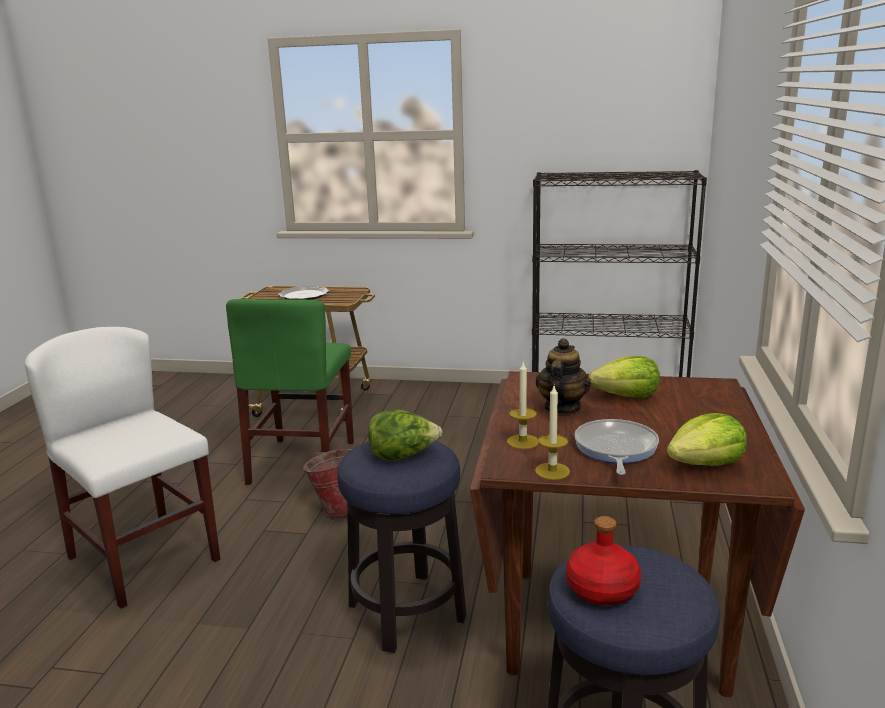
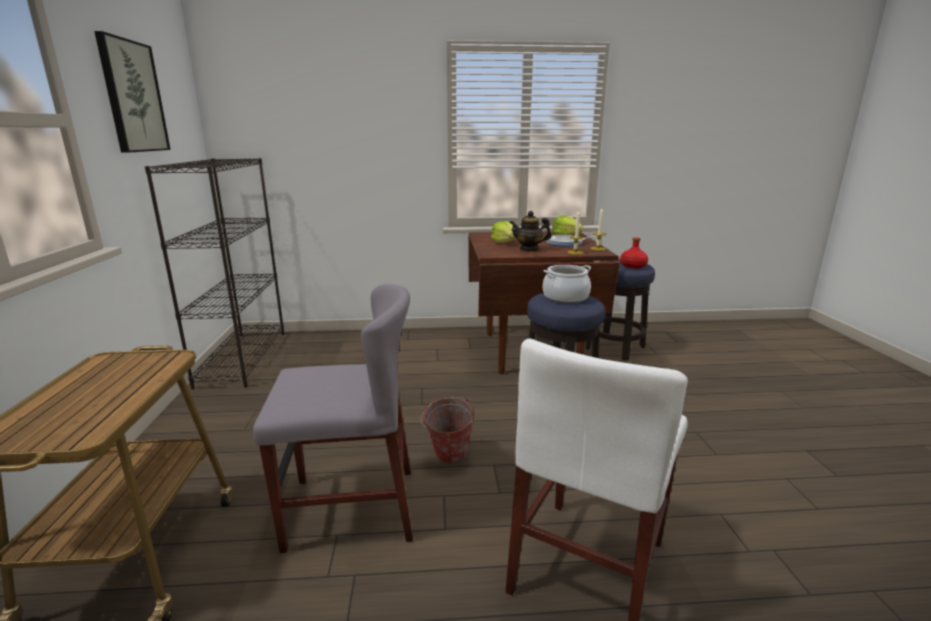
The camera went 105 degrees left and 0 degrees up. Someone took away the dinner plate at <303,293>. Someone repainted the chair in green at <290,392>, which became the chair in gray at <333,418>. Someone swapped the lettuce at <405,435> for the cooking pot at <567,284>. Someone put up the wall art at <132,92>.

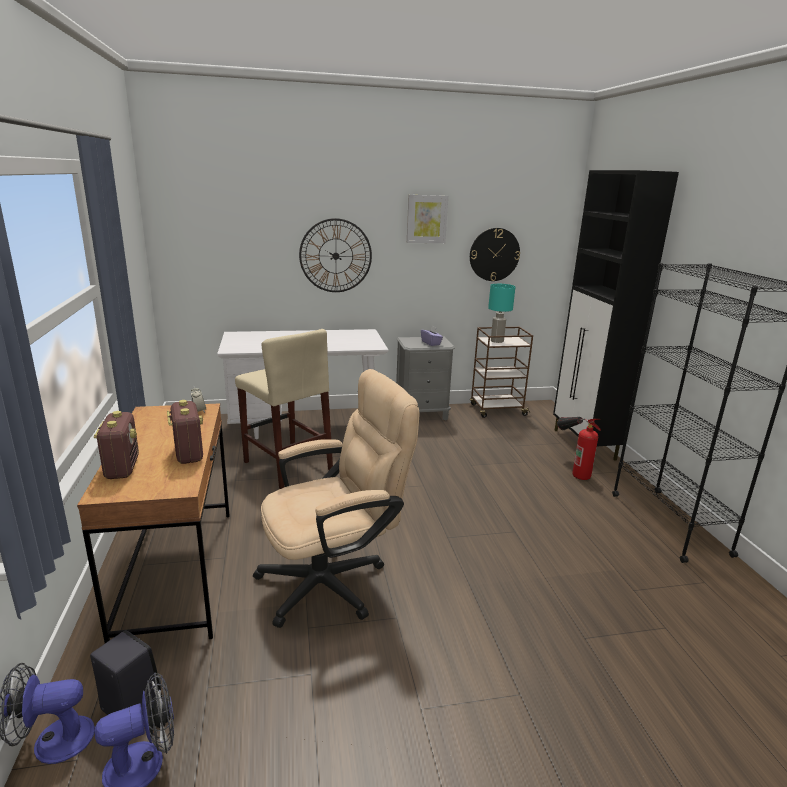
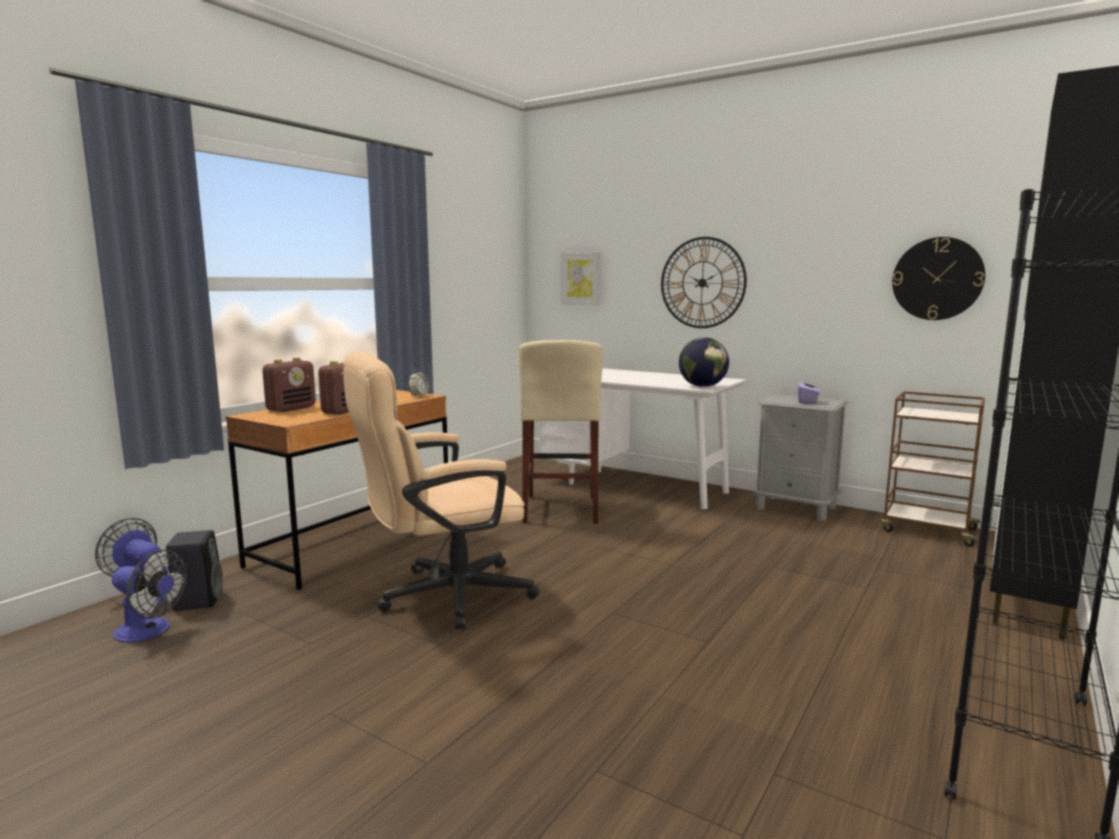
The camera went 45 degrees right and 10 degrees down. Someone carried the wall art from <427,219> to <581,278>. Someone took away the table lamp in turquoise-coloured at <501,313>. Someone rotated the office chair in sand-coloured at <336,498> by 135 degrees clockwise. Someone took away the fire extinguisher at <579,448>. Someone put down the globe at <704,362>.

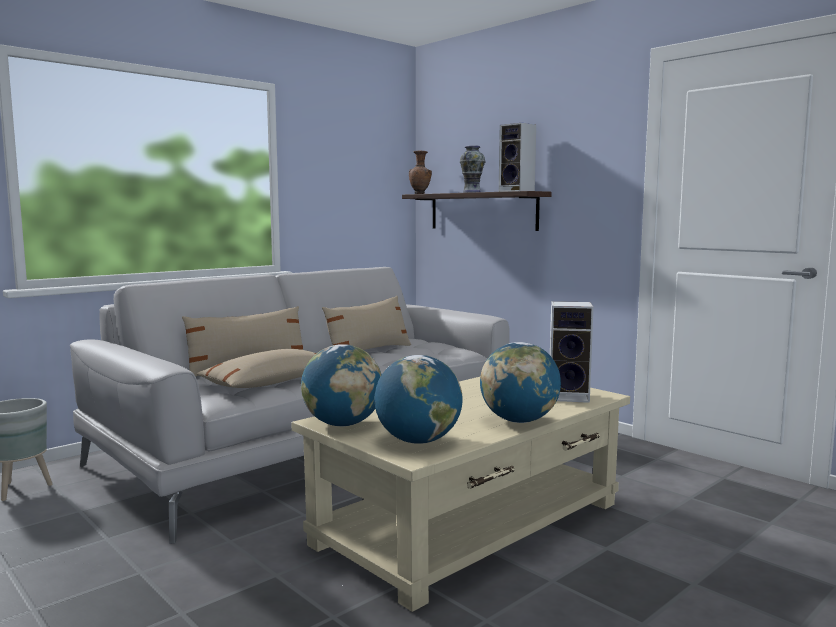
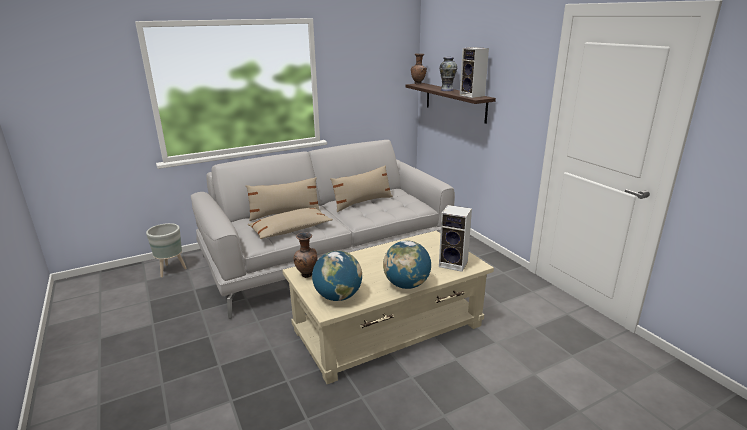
The camera went 15 degrees right and 15 degrees up. Someone swapped the globe at <341,385> for the decorative vase in brown at <306,255>.

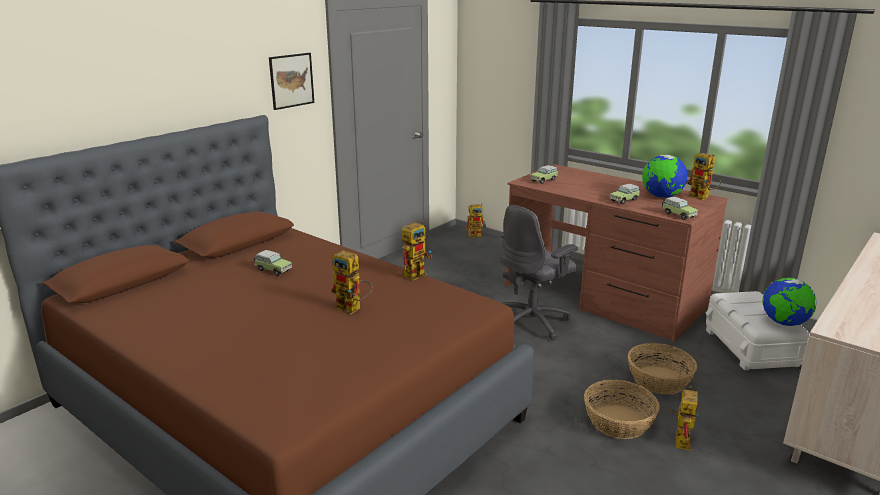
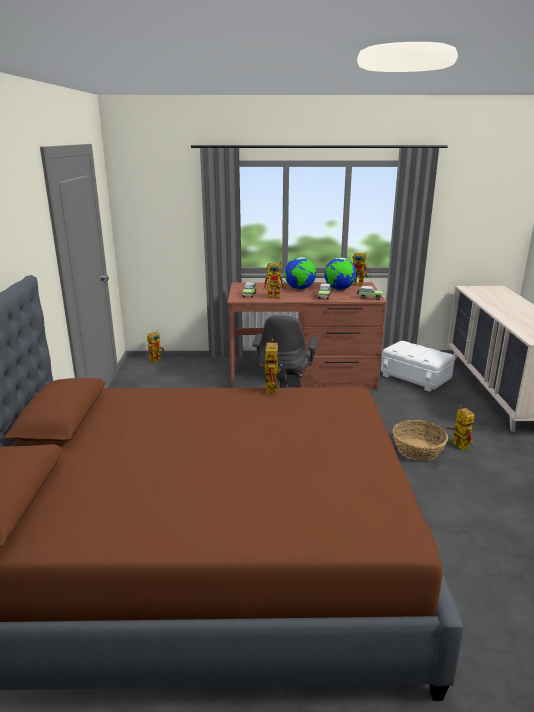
The camera went 40 degrees left and 0 degrees up. Someone took away the wall art at <291,81>. Someone took away the model car at <273,263>. Someone carried the model robot from <352,282> to <274,280>. Someone carried the globe from <789,302> to <300,273>. Someone took away the household basket at <662,368>.

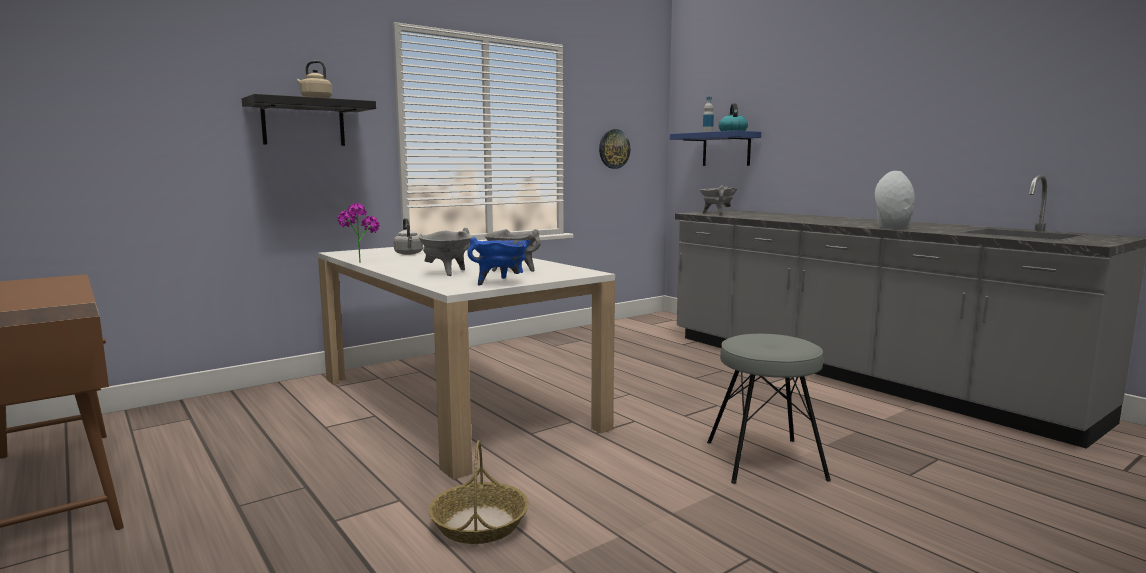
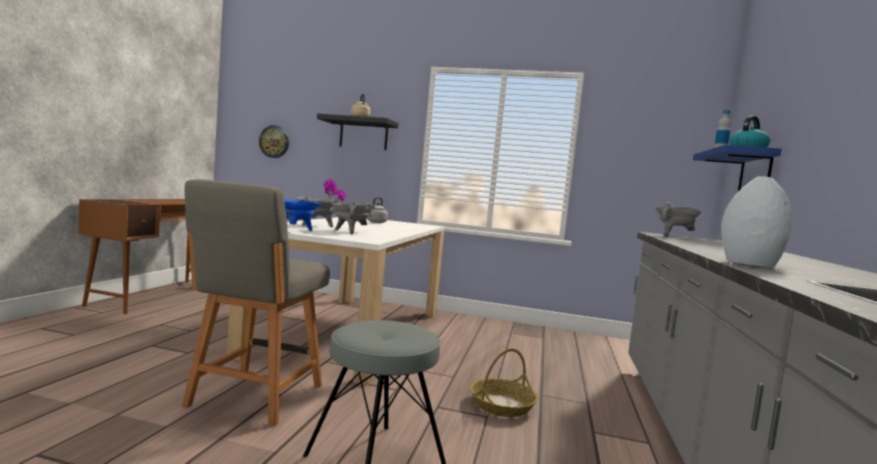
The camera went 50 degrees right and 5 degrees down. Someone carried the wall clock from <614,149> to <274,141>. Someone carried the household basket from <478,492> to <504,382>. Someone put down the chair in gray at <256,302>.

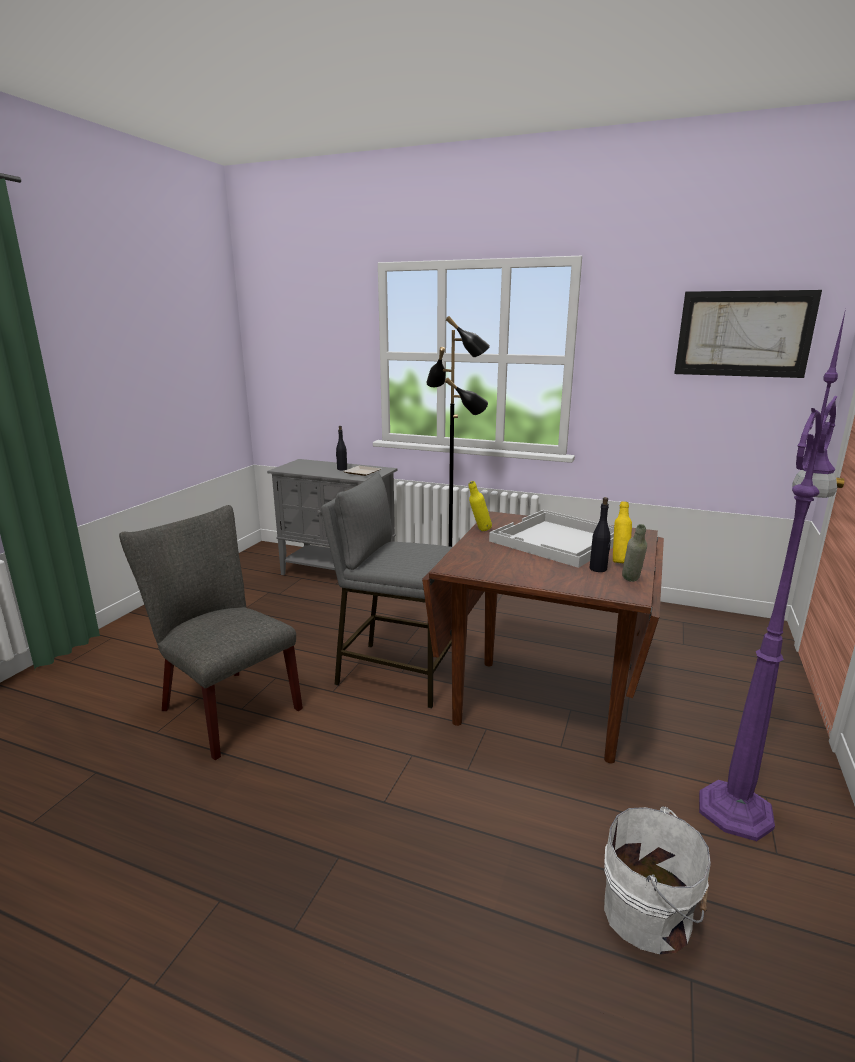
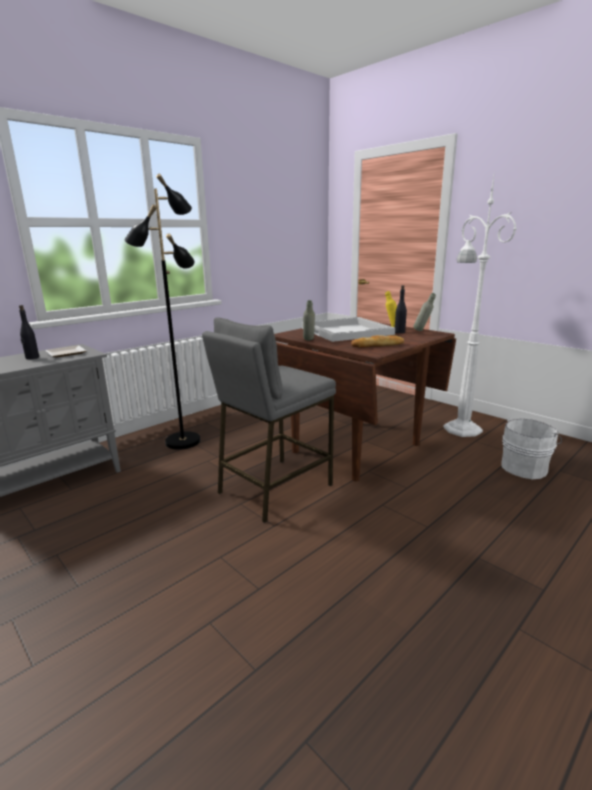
The camera went 65 degrees left and 0 degrees up. Someone took away the wall art at <748,334>. Someone repainted the standing lamp in purplish at <772,575>, which became the standing lamp in white at <480,304>. Someone repainted the beverage bottle in yellowish at <480,506>, which became the beverage bottle in gray at <309,320>. Someone took away the chair in gray at <211,632>. Someone put down the bread at <378,341>.

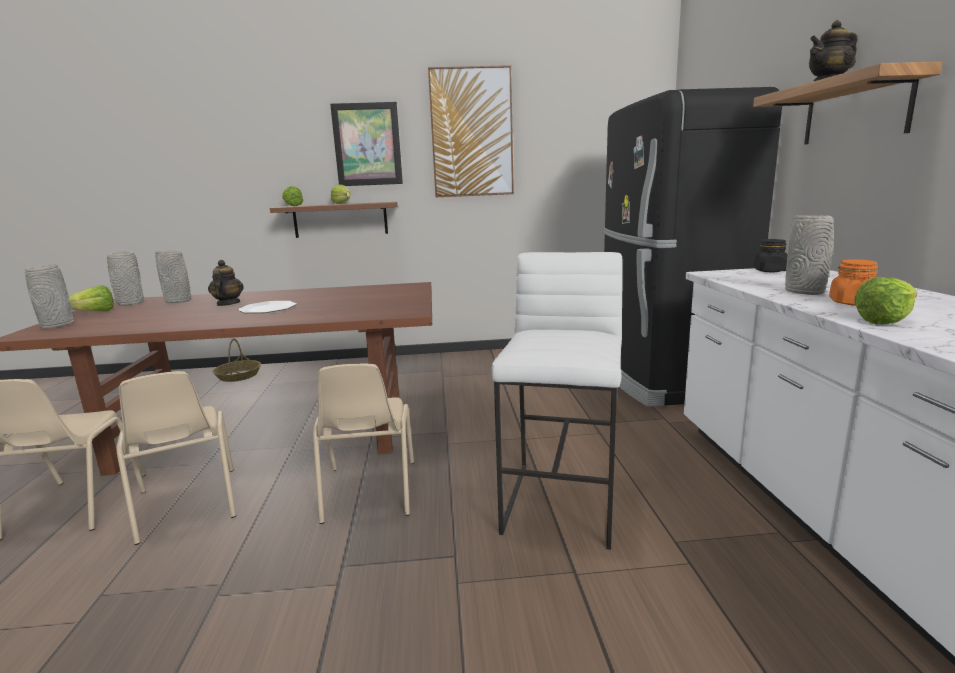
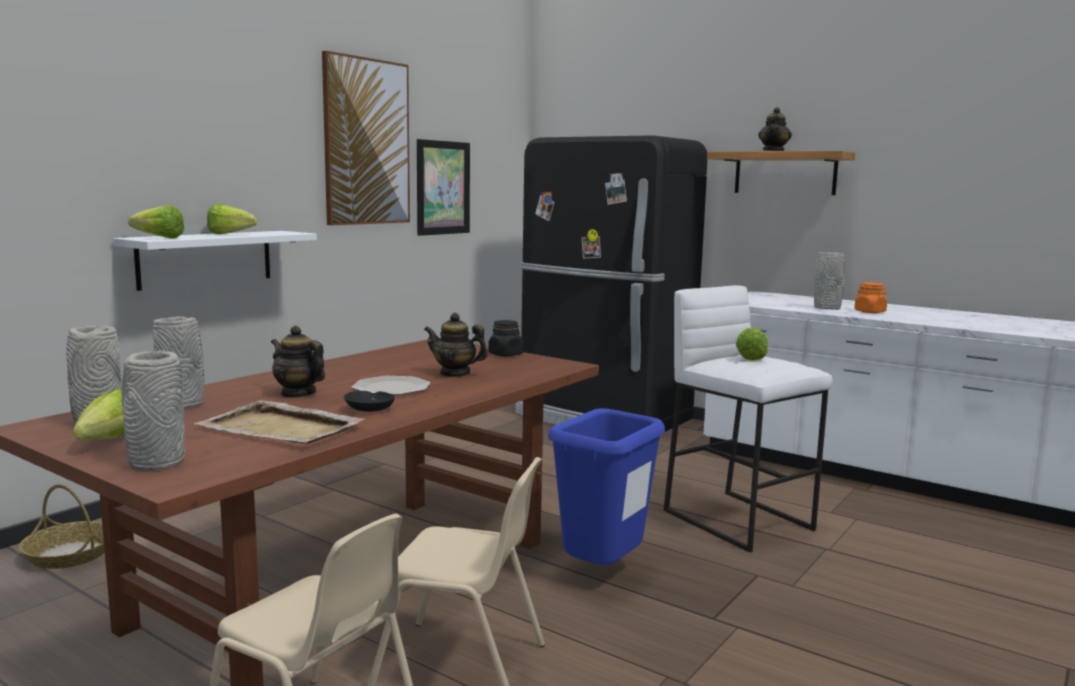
The camera went 50 degrees left and 5 degrees down. Someone carried the wall art from <366,144> to <443,187>. Someone repainted the shelf in brown at <333,220>, which became the shelf in white at <215,261>. Someone carried the preserve jar in blackish from <771,255> to <505,338>. Someone carried the lettuce from <885,301> to <752,344>. Someone swapped the chair in sand-coloured at <363,443> for the trash can in blue at <606,486>. Someone put down the tea pot at <456,345>. Someone put down the deep dish in blackish at <369,401>. Someone put down the tray in sand-coloured at <279,422>.

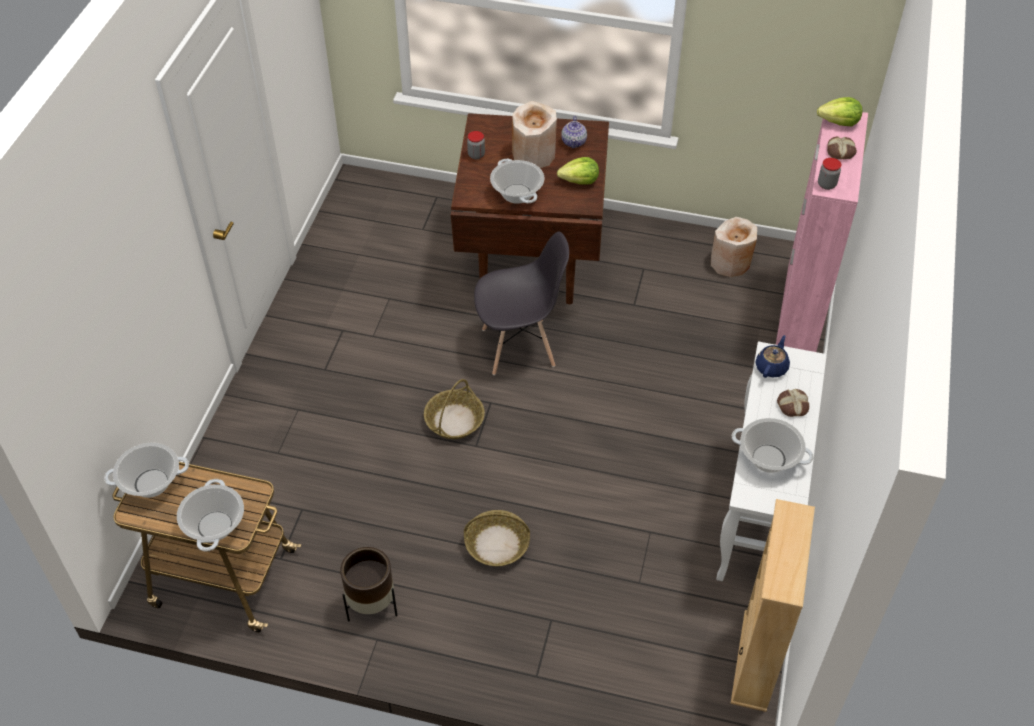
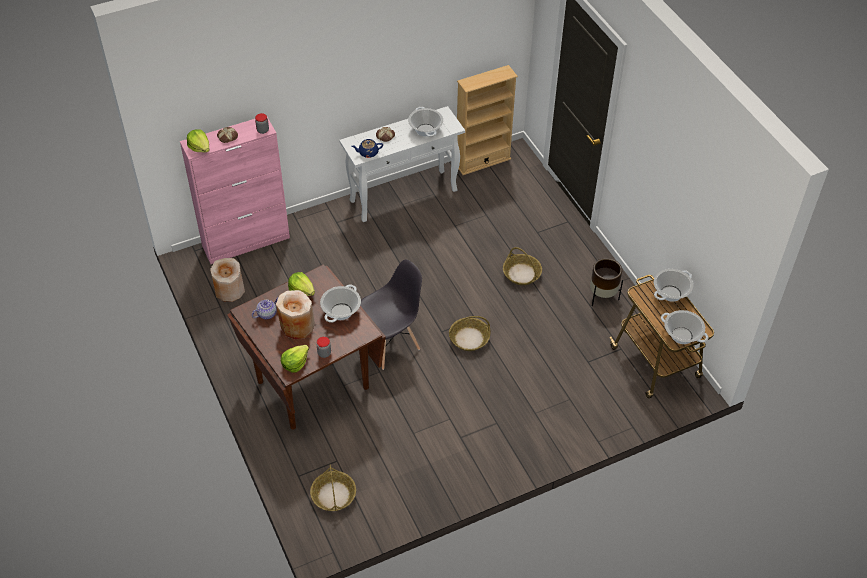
The camera went 130 degrees left and 0 degrees up. Someone rotated the chair in gray at <521,303> by 105 degrees clockwise. Someone put down the lettuce at <295,358>. Someone put down the household basket at <333,487>.

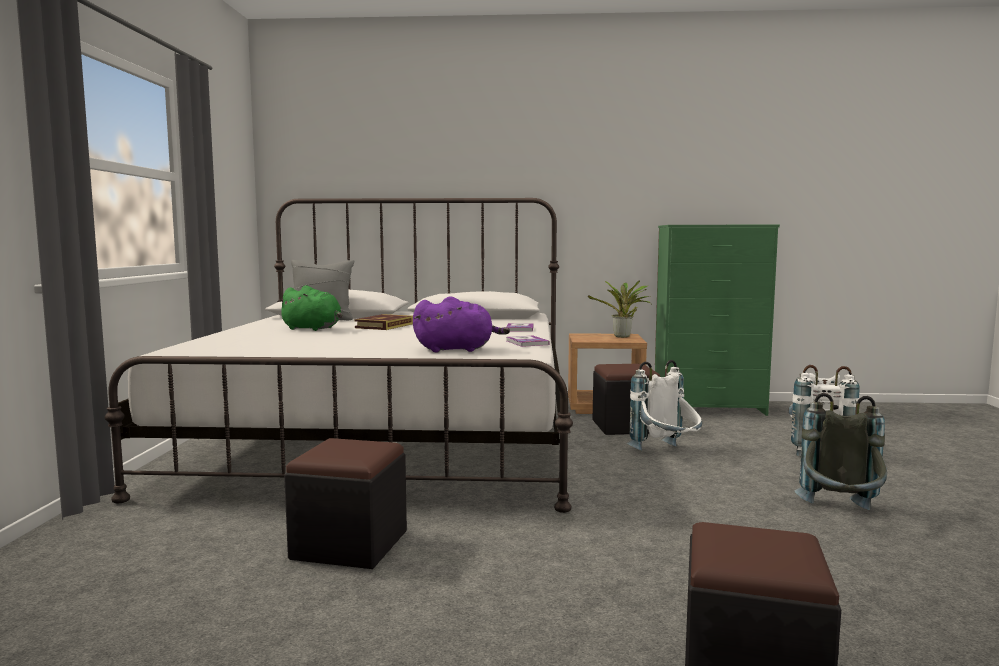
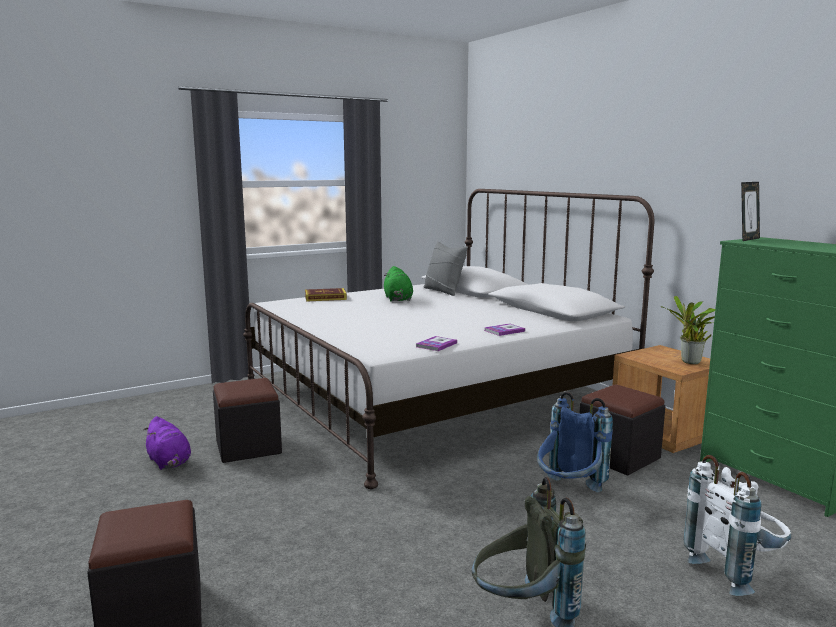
The camera went 55 degrees right and 5 degrees up. Someone carried the cuddly toy in purplish from <461,324> to <167,443>. Someone carried the book from <383,322> to <326,295>. Someone repainted the backpack in white at <664,405>, which became the backpack in blue at <575,442>. Someone put down the photo frame at <750,211>.

